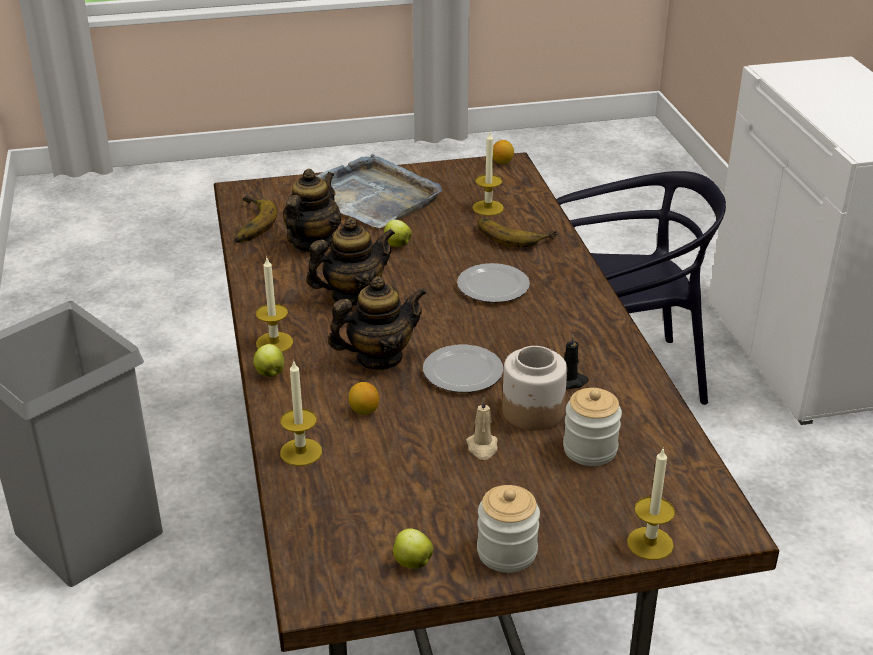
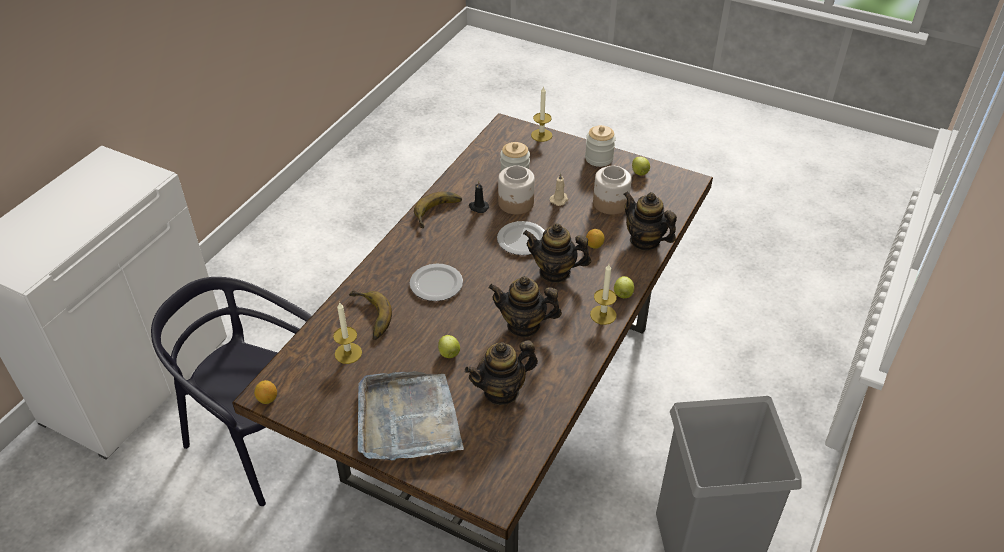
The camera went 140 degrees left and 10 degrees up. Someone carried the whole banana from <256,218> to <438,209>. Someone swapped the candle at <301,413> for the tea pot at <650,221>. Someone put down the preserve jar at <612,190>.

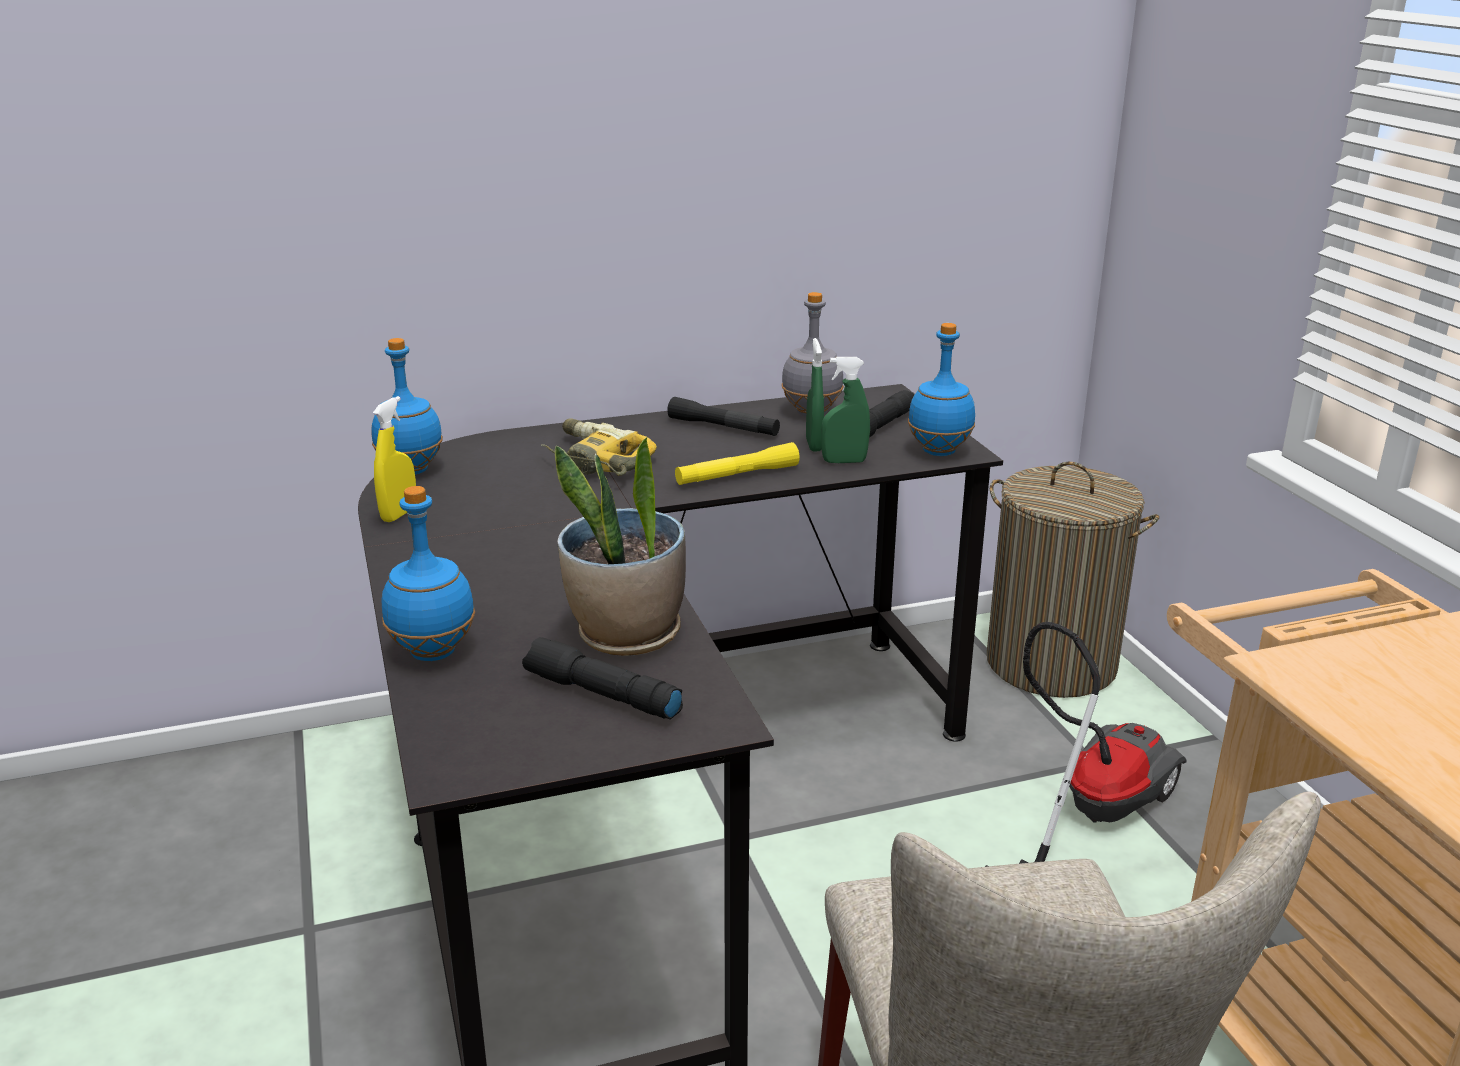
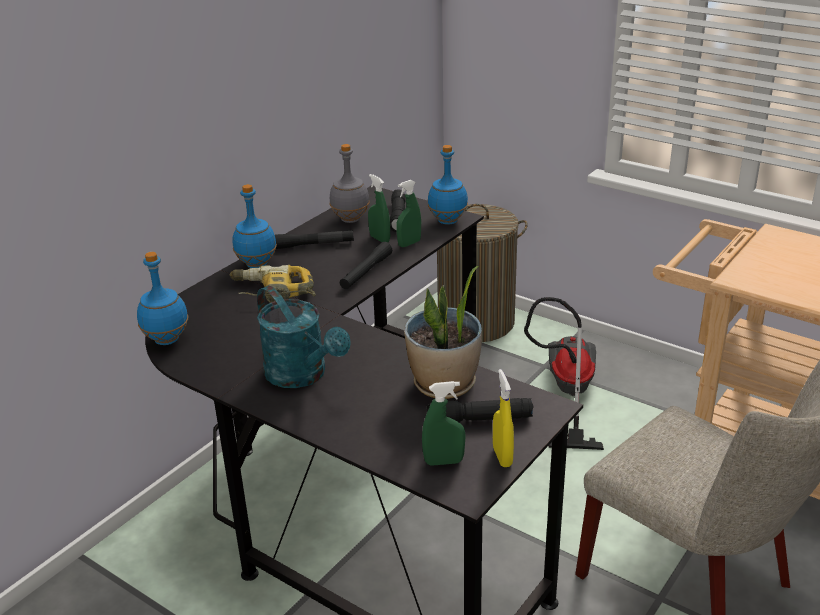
The camera went 35 degrees left and 5 degrees up. Someone carried the sprayer in yellowish from <394,459> to <503,418>. Someone repainted the flashlight in yellowish at <737,463>, which became the flashlight in blackish at <366,265>. Someone carried the beverage bottle in blue from <428,573> to <254,226>. Someone put down the watering pot in turquoise-coloured at <304,337>. Someone put down the sprayer in green at <444,423>.

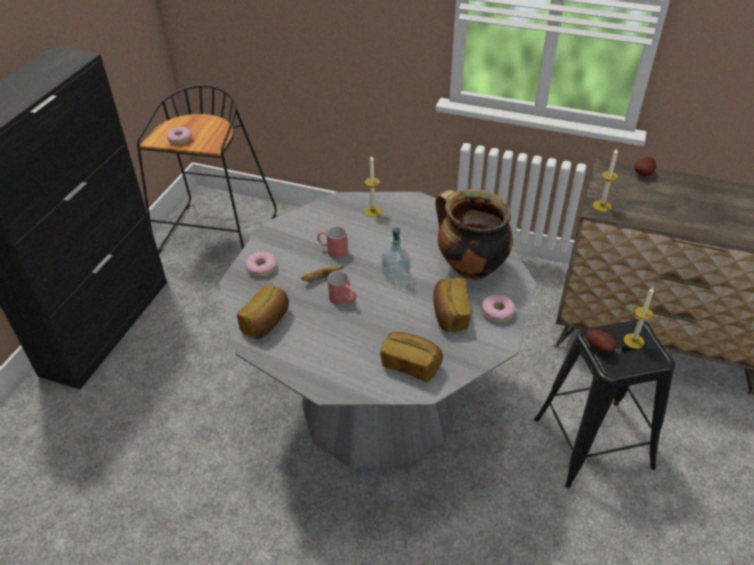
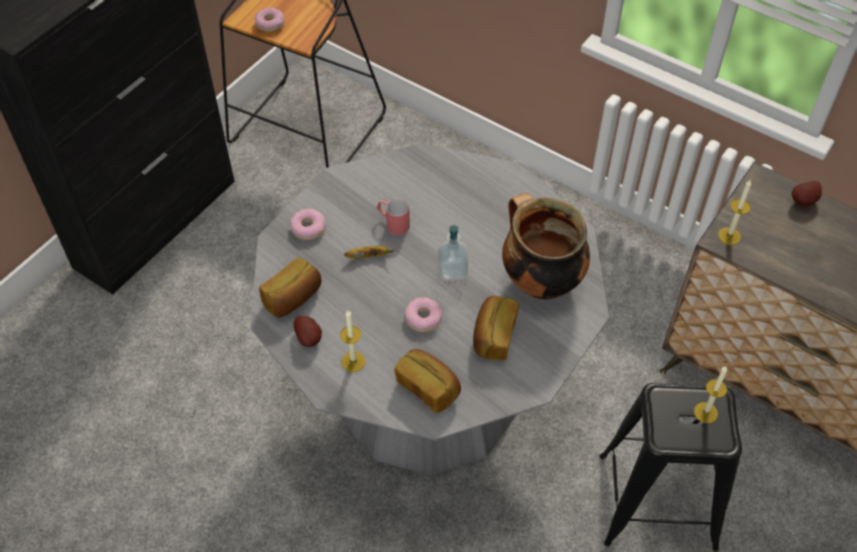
The camera went 15 degrees right and 10 degrees up. Someone carried the candle from <373,186> to <353,341>. Someone took away the tea mug in red-coloured at <342,287>. Someone carried the doughnut from <498,308> to <423,314>. Someone carried the whole potato from <601,341> to <308,331>.

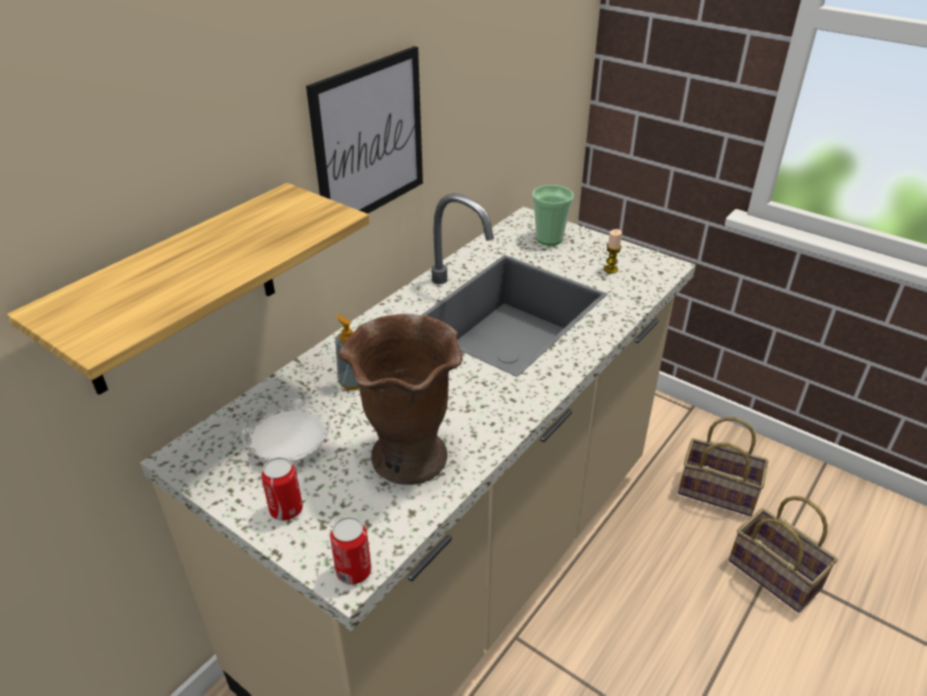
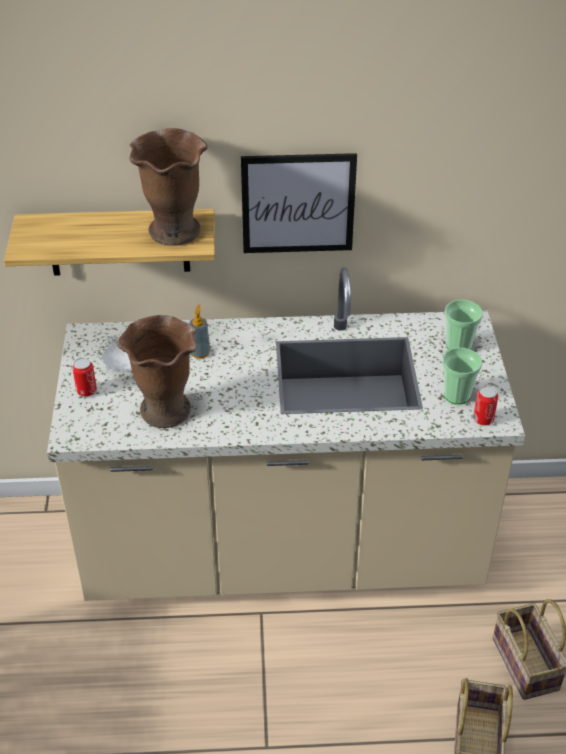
The camera went 50 degrees right and 5 degrees up. Someone swapped the candle at <613,251> for the cup at <462,376>. Someone carried the can from <350,551> to <485,406>. Someone put down the decorative vase in brown at <169,187>.

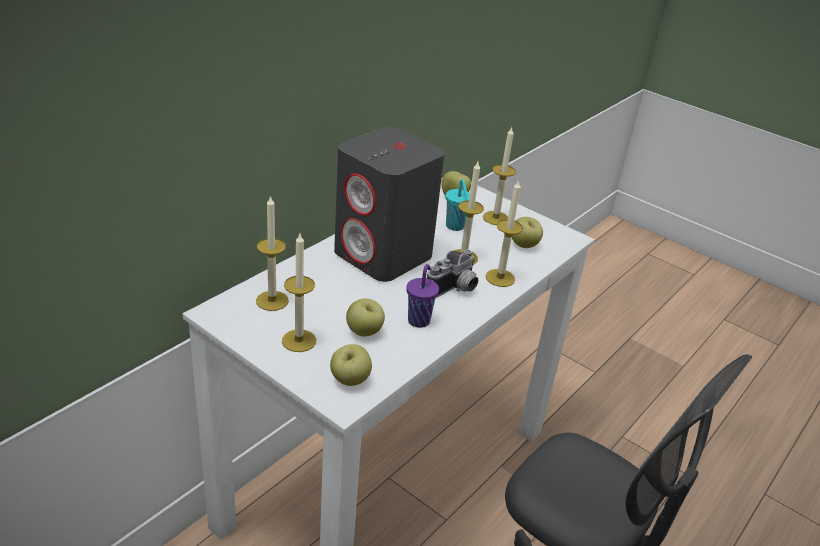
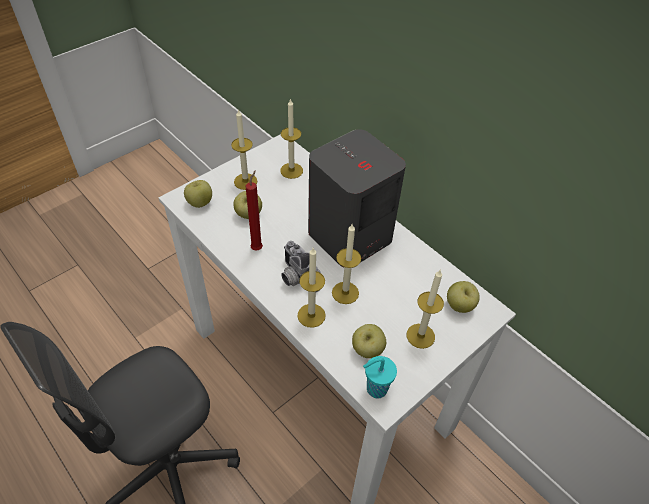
The camera went 100 degrees right and 15 degrees up. Someone carried the cup in turquoise-coloured from <458,205> to <380,377>. Someone swapped the cup in purplish at <422,296> for the candle in red-coloured at <254,210>.

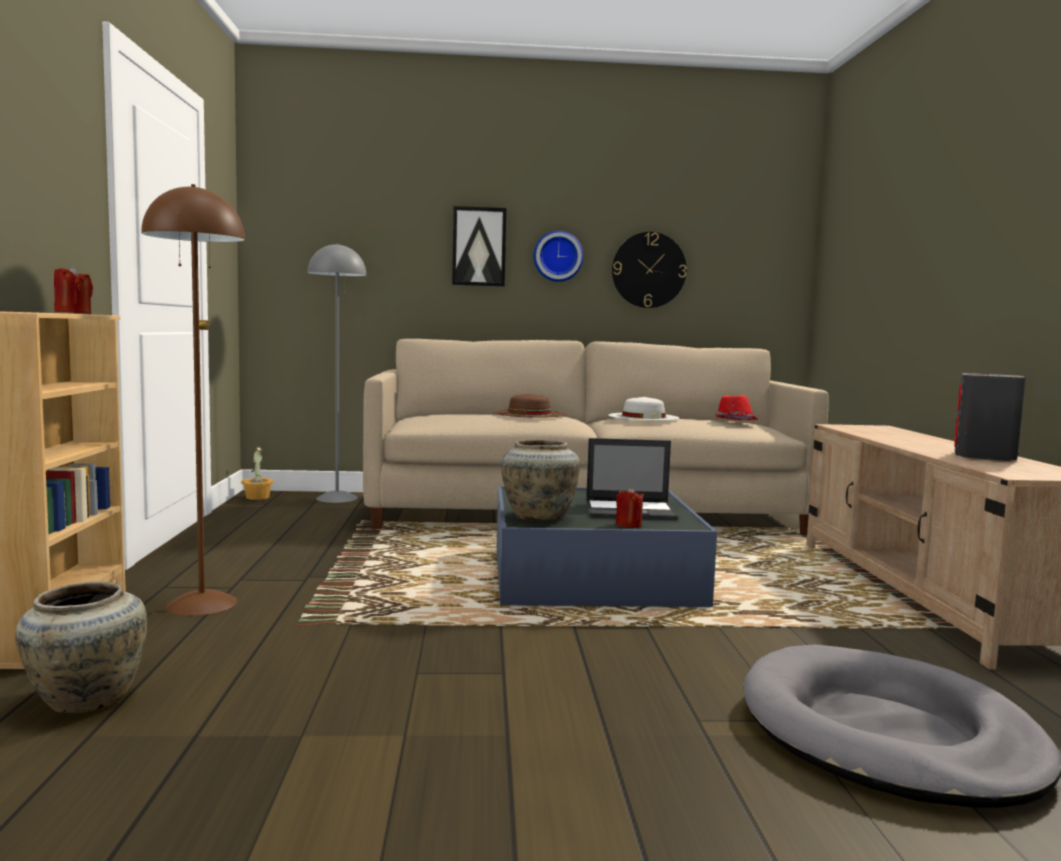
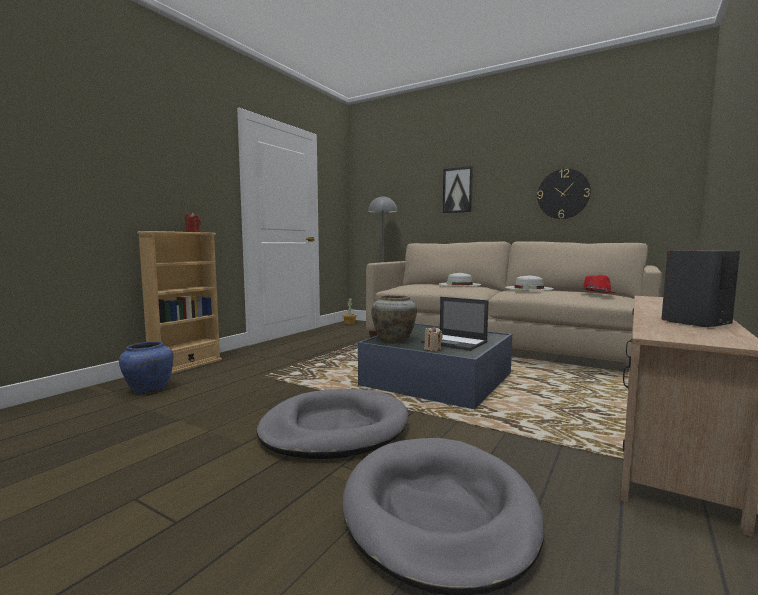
The camera went 35 degrees right and 0 degrees up. Someone took away the standing lamp in brown at <193,400>. Someone took away the wall clock at <558,256>. Someone repainted the clothing hat in brown at <529,406>, which became the clothing hat in white at <460,279>. Someone repainted the candle in red-coloured at <630,507>, which became the candle in sand-coloured at <433,338>. Someone repainted the decorative vase in sand-coloured at <81,647>, which became the decorative vase in blue at <146,367>. Someone put down the pet bed in gray at <332,424>.

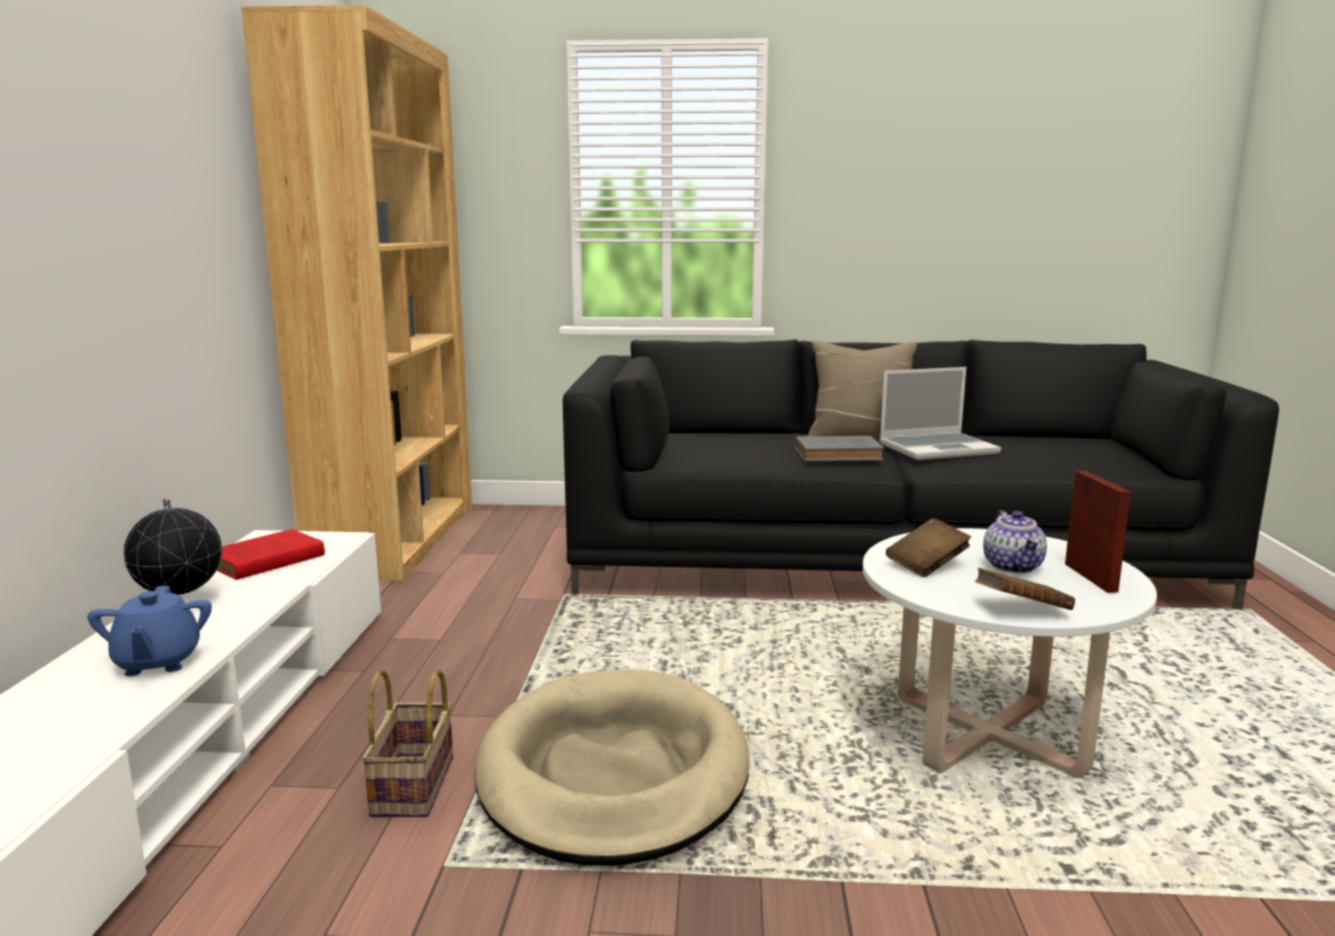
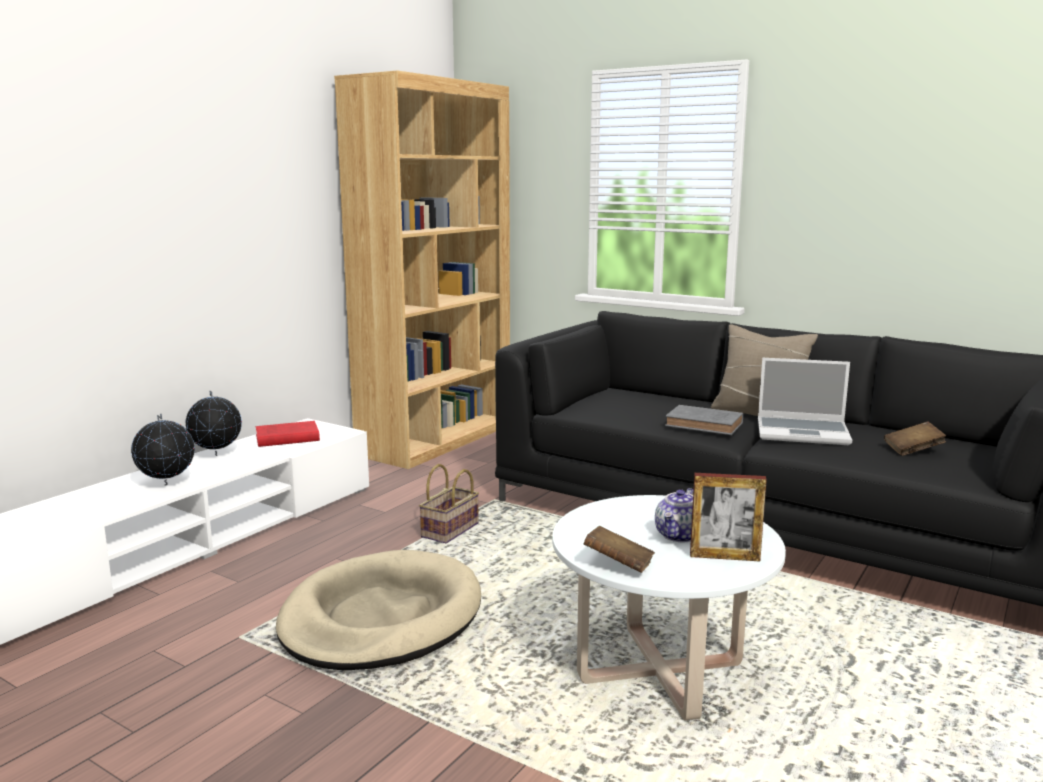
The camera went 30 degrees right and 0 degrees up. Someone rotated the photo frame at <1098,532> by 75 degrees clockwise. Someone carried the book in brown from <928,547> to <915,438>. Someone swapped the tea pot in blue at <149,631> for the globe at <163,449>. Someone carried the household basket from <407,743> to <449,503>.

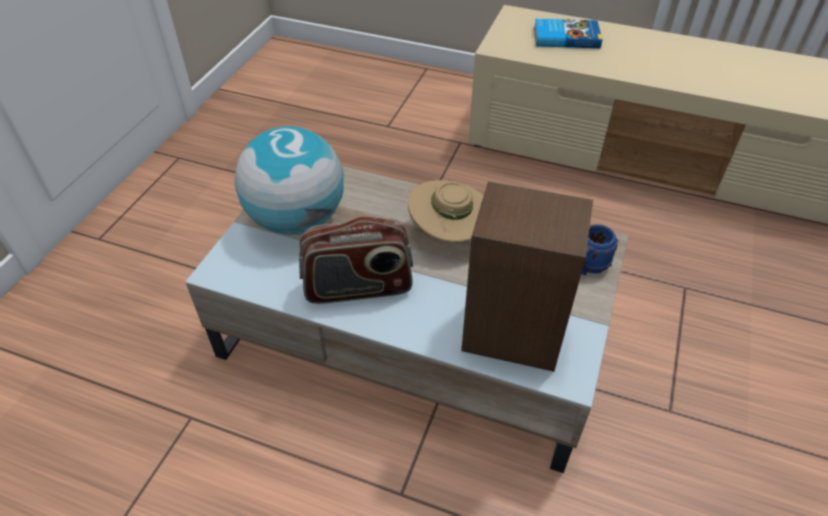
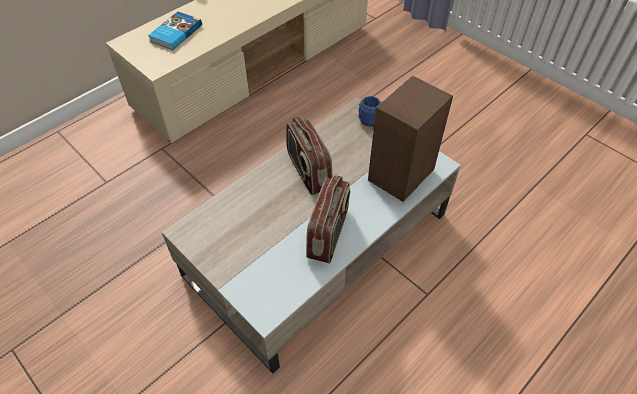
The camera went 65 degrees left and 5 degrees up. Someone took away the globe at <289,180>. Someone swapped the clothing hat in sand-coloured at <445,211> for the radio at <309,155>.

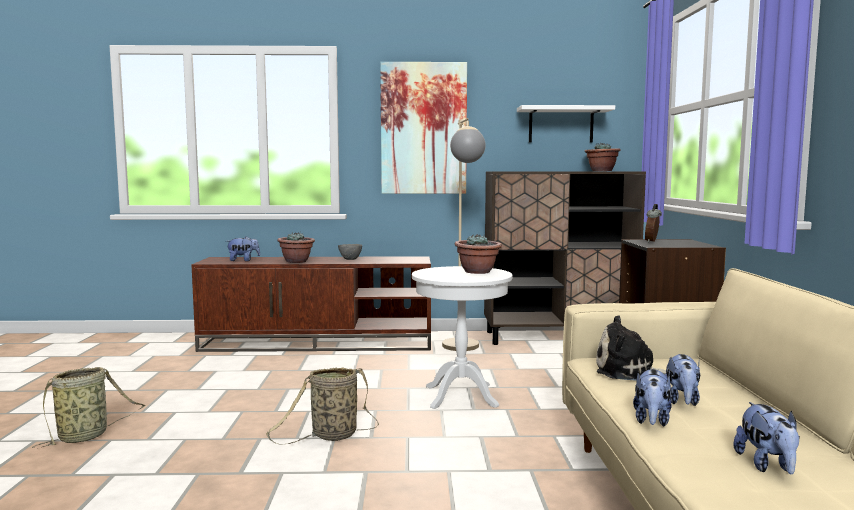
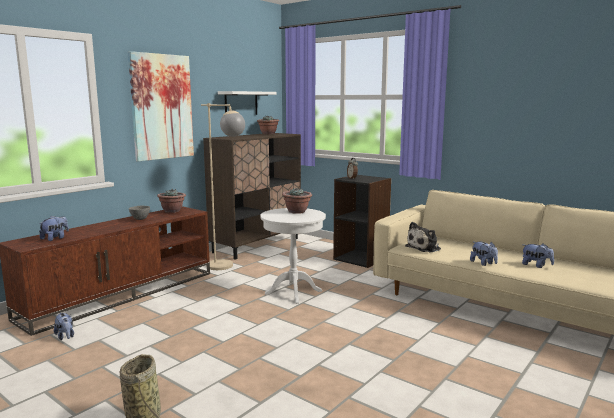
The camera went 50 degrees left and 5 degrees up. Someone carried the plant in a pot from <296,247> to <171,201>. Someone carried the cuddly toy from <682,380> to <64,326>. Someone took away the household basket at <322,406>.

